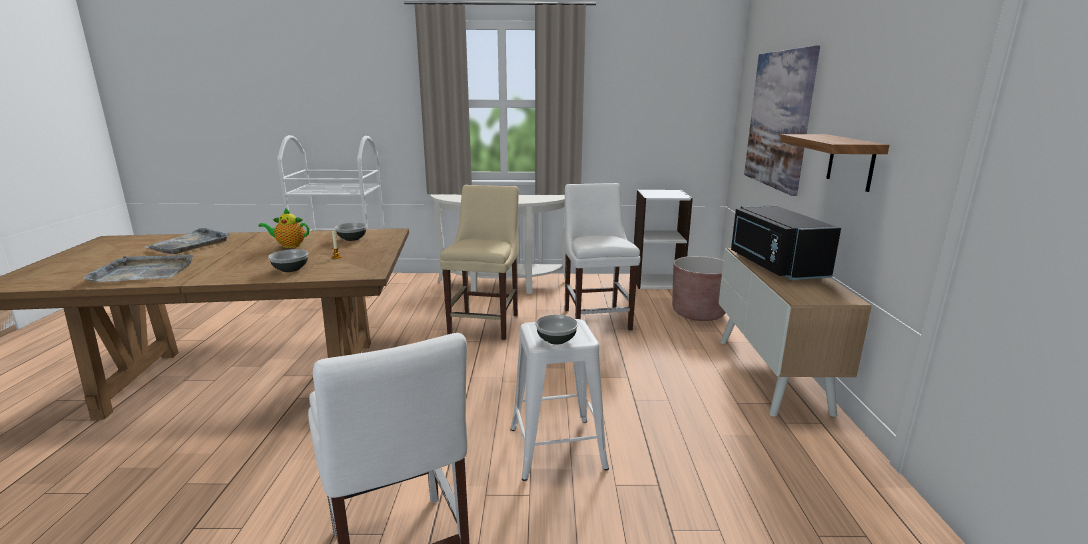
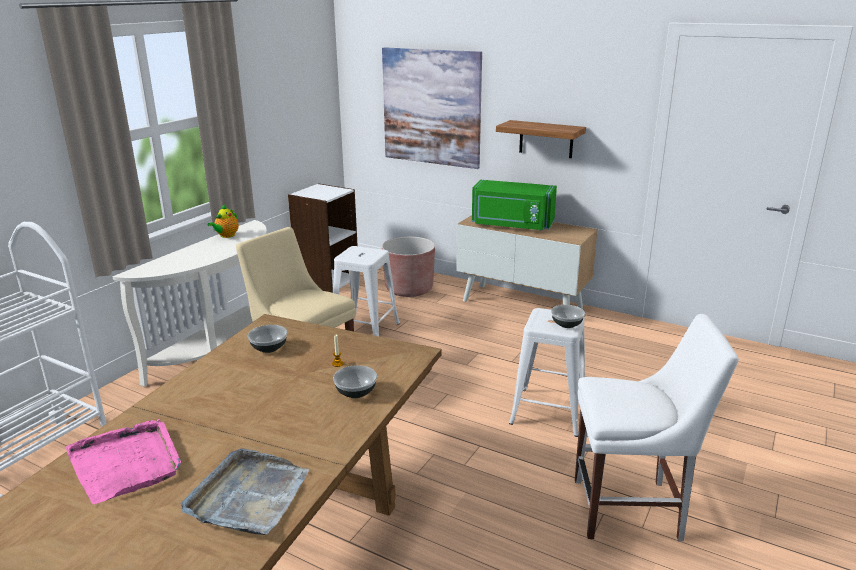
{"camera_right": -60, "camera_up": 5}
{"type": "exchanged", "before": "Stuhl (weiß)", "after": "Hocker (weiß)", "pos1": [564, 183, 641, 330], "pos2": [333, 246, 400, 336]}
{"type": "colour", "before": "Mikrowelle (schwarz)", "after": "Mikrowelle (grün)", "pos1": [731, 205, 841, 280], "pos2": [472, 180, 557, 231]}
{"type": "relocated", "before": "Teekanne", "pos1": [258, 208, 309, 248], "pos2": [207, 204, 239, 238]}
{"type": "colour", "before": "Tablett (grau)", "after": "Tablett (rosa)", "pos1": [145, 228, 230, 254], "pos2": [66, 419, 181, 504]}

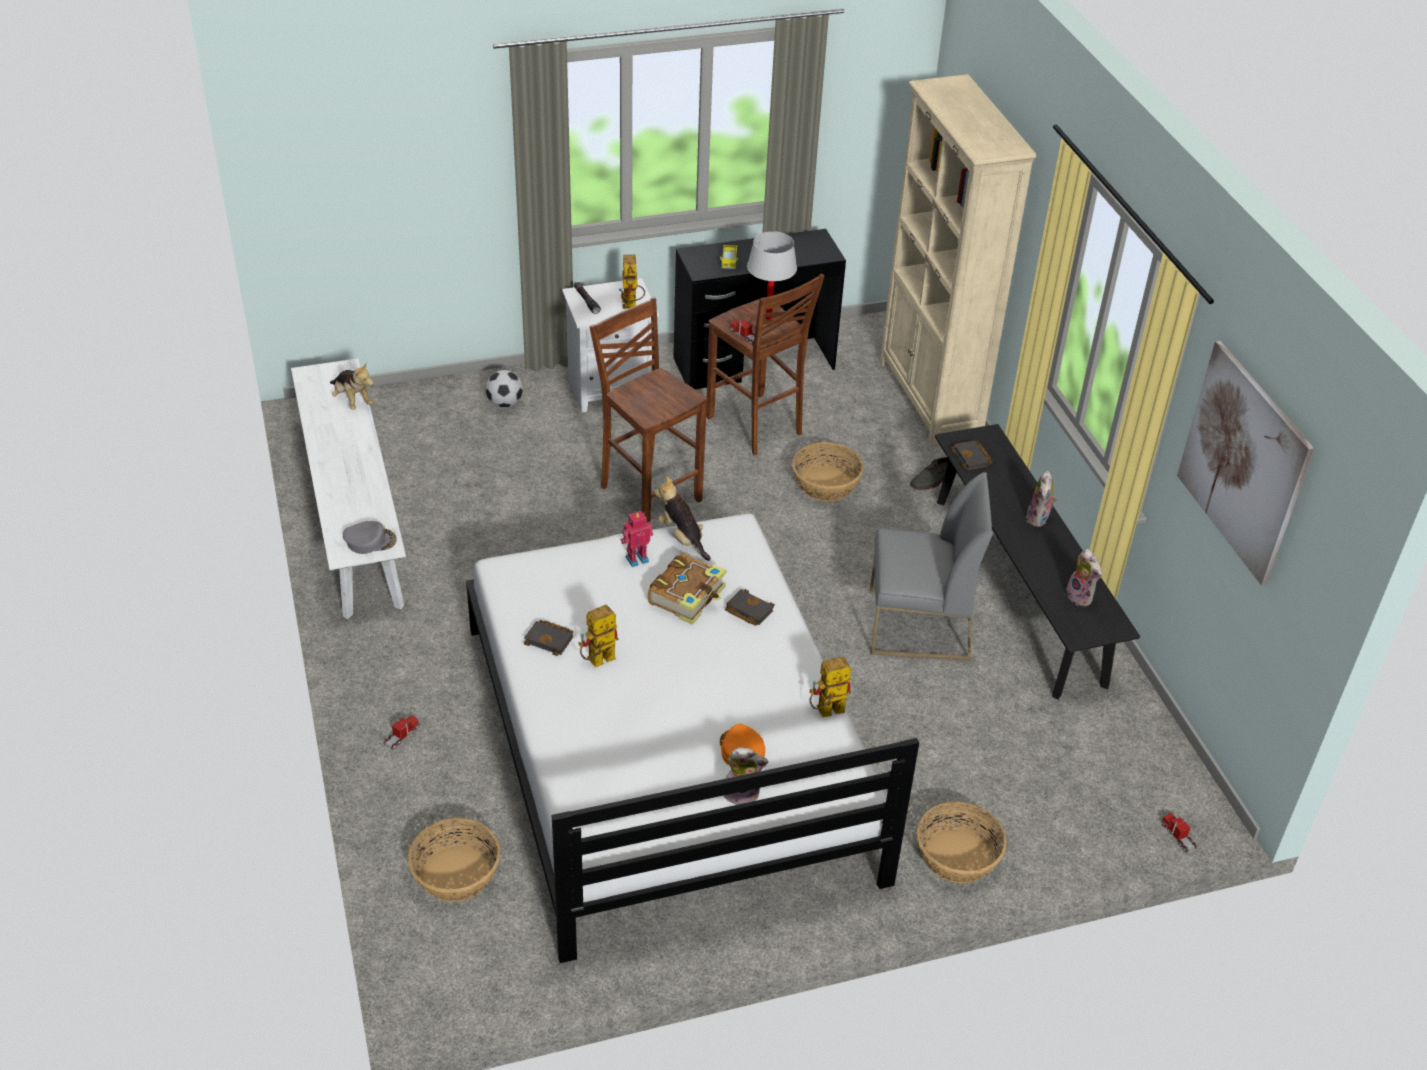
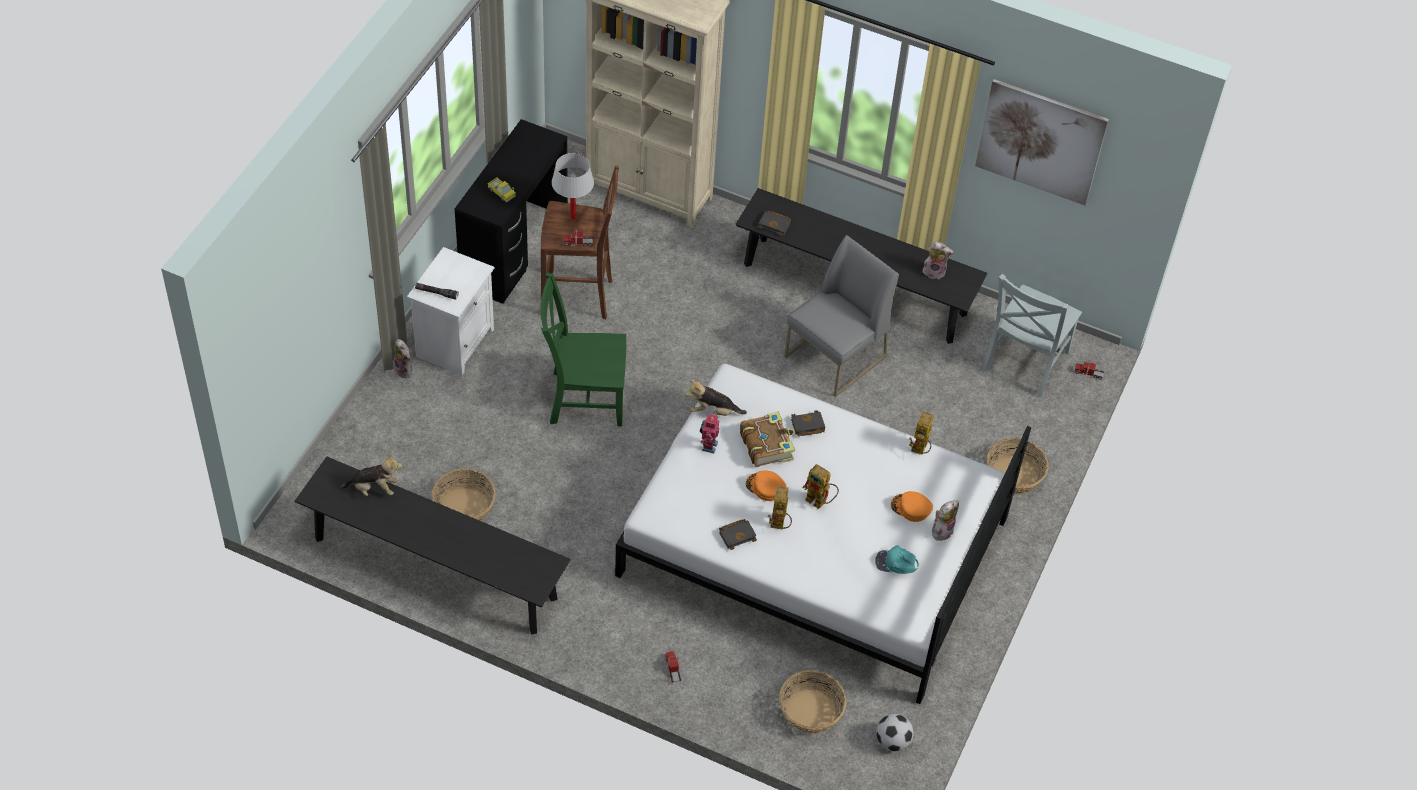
{"camera_right": -50, "camera_up": 10}
{"type": "relocated", "before": "Spielzeugroboter", "pos1": [619, 255, 645, 309], "pos2": [802, 464, 839, 509]}
{"type": "exchanged", "before": "Hocker (braun)", "after": "Stuhl (grün)", "pos1": [590, 298, 707, 523], "pos2": [541, 272, 626, 426]}
{"type": "colour", "before": "Bank (weiß)", "after": "Bank (schwarz)", "pos1": [291, 358, 406, 619], "pos2": [295, 457, 571, 634]}
{"type": "relocated", "before": "Fußball", "pos1": [485, 370, 523, 407], "pos2": [876, 714, 914, 751]}
{"type": "relocated", "before": "Korb", "pos1": [792, 442, 864, 501], "pos2": [432, 468, 496, 521]}
{"type": "missing", "before": "Schuh (grau)", "pos1": [910, 457, 949, 490]}
{"type": "relocated", "before": "Plüschtier", "pos1": [1026, 471, 1057, 527], "pos2": [393, 339, 413, 378]}
{"type": "missing", "before": "Kappe (grau)", "pos1": [343, 521, 397, 554]}
{"type": "appeared", "after": "Stuhl (grau)", "pos2": [982, 274, 1082, 398]}
{"type": "appeared", "after": "Kappe (orange)", "pos2": [746, 470, 787, 501]}
{"type": "appeared", "after": "Kappe (türkis)", "pos2": [875, 545, 919, 574]}

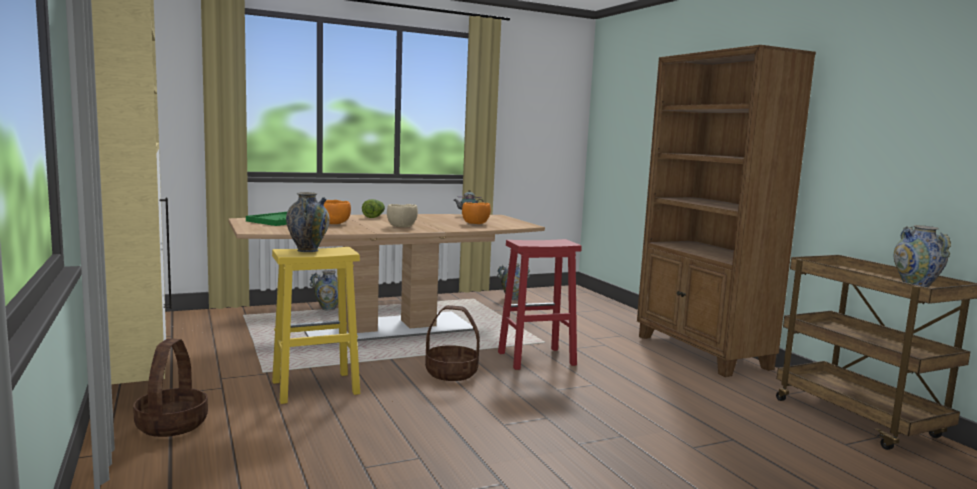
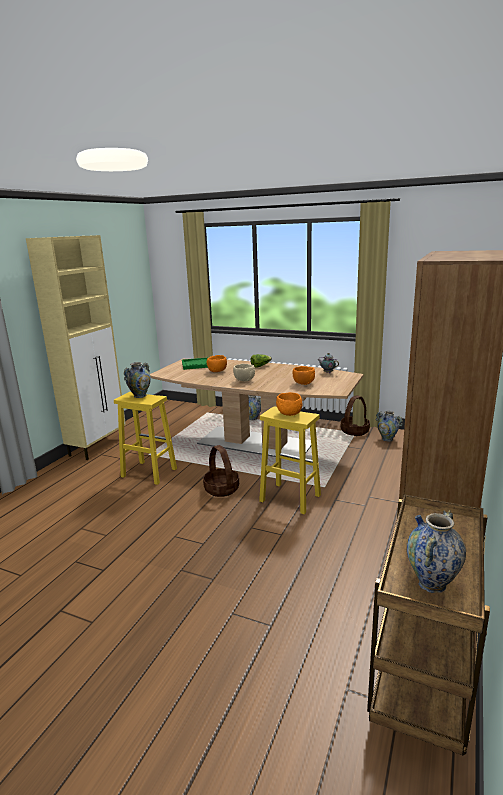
{"camera_right": 50, "camera_up": 10}
{"type": "colour", "before": "Hocker (rot)", "after": "Hocker (gelb)", "pos1": [498, 239, 581, 370], "pos2": [259, 406, 321, 514]}
{"type": "relocated", "before": "Korb", "pos1": [133, 339, 208, 437], "pos2": [341, 395, 370, 436]}
{"type": "appeared", "after": "Schüssel (orange)", "pos2": [276, 392, 302, 416]}

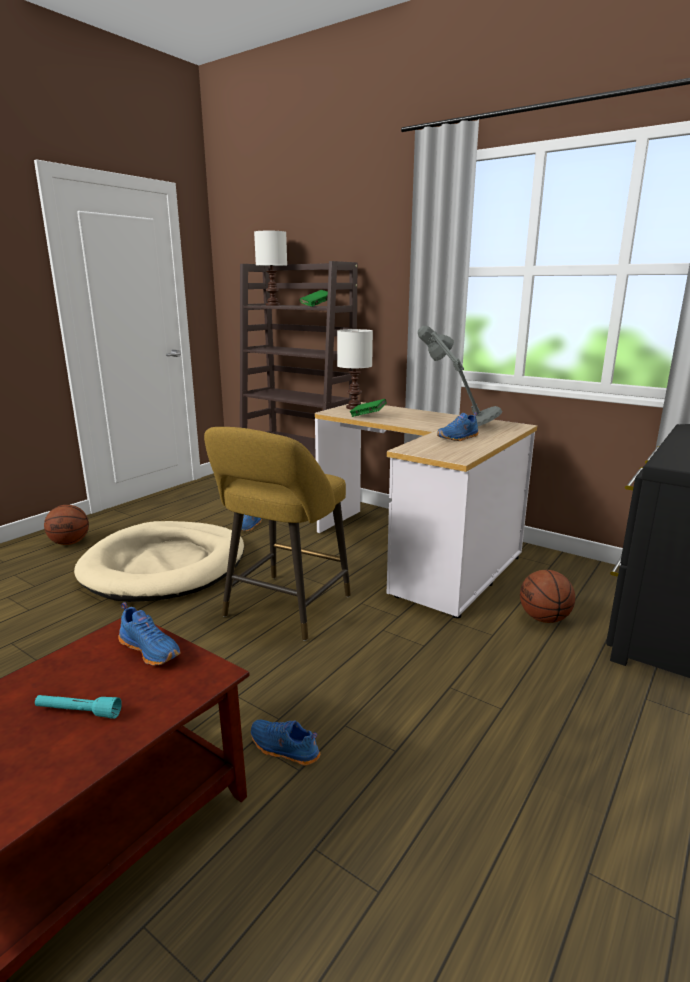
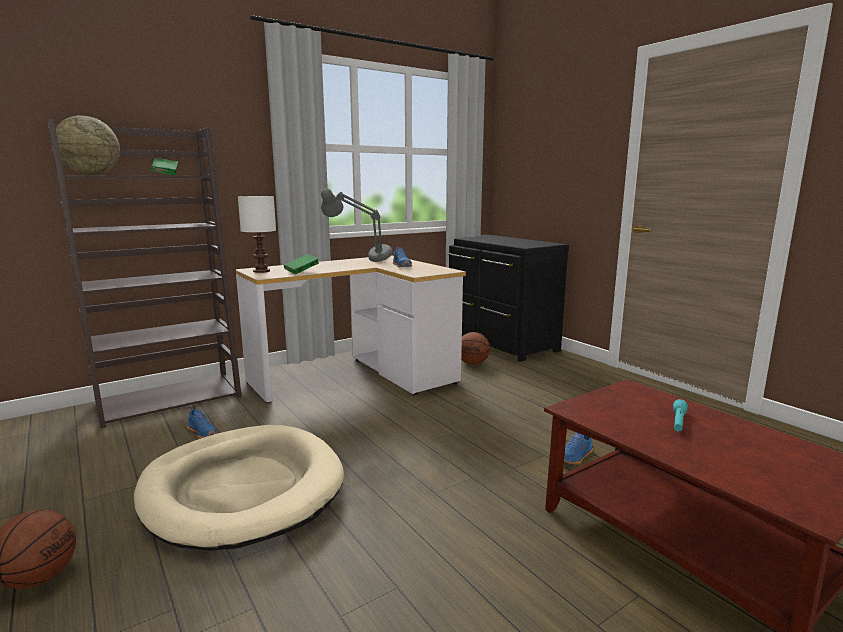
{"camera_right": -70, "camera_up": -5}
{"type": "exchanged", "before": "Tischlampe (weiß)", "after": "Globus", "pos1": [254, 231, 287, 306], "pos2": [56, 115, 120, 175]}
{"type": "missing", "before": "Hocker (gelb)", "pos1": [204, 427, 351, 641]}
{"type": "missing", "before": "Schuh (blau)", "pos1": [118, 602, 181, 666]}

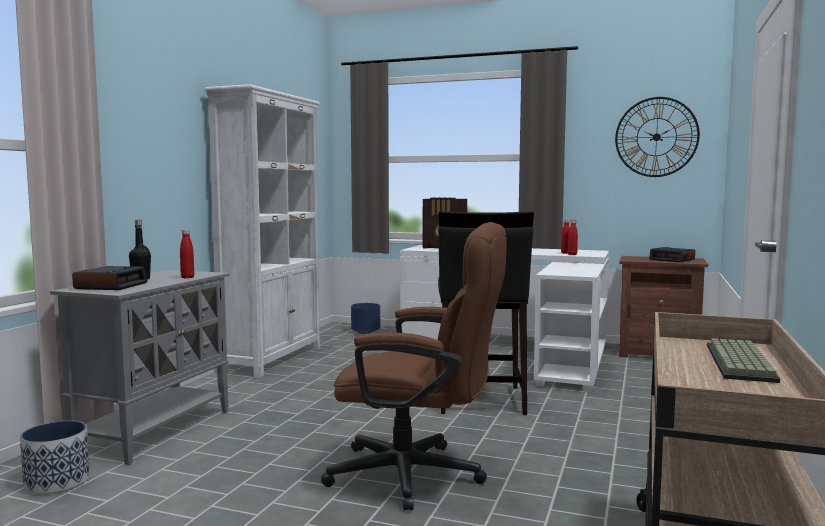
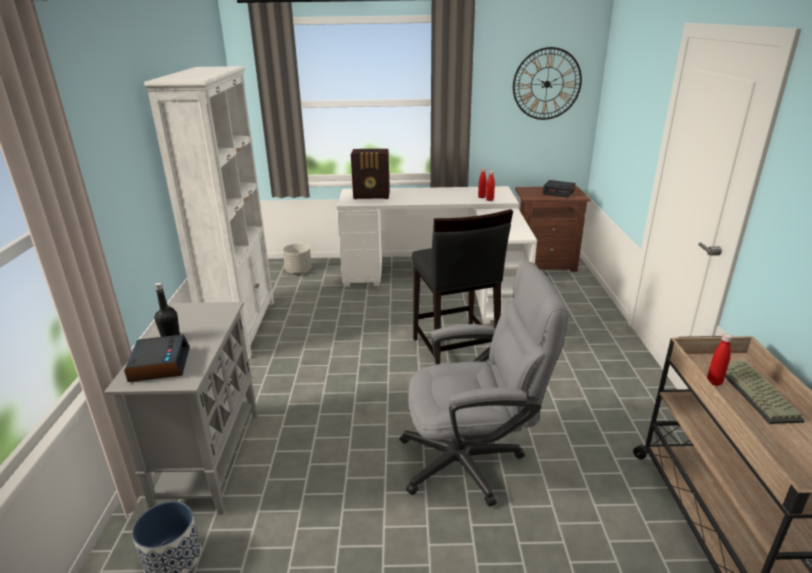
{"camera_right": -20, "camera_up": 20}
{"type": "colour", "before": "Bürostuhl (braun)", "after": "Bürostuhl (grau)", "pos1": [321, 222, 507, 510], "pos2": [399, 262, 568, 507]}
{"type": "relocated", "before": "Flasche (rot)", "pos1": [180, 229, 194, 278], "pos2": [707, 333, 733, 386]}
{"type": "colour", "before": "Pflanzkübel (blau)", "after": "Pflanzkübel (grau)", "pos1": [351, 303, 380, 334], "pos2": [283, 243, 312, 274]}

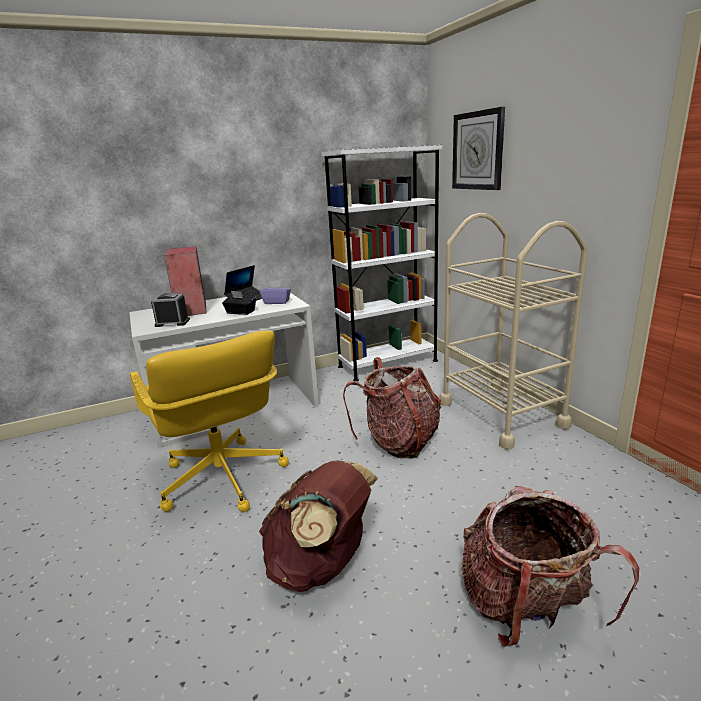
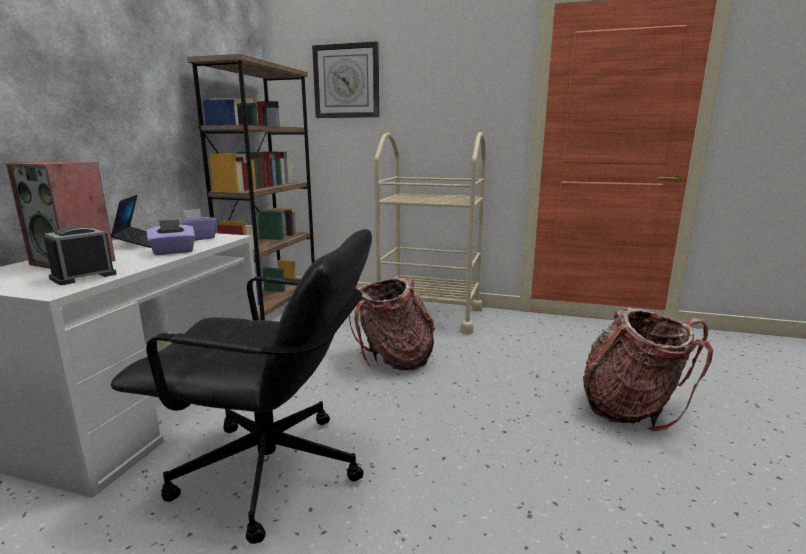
{"camera_right": -50, "camera_up": -5}
{"type": "colour", "before": "Bücherregal (weiß)", "after": "Bücherregal (braun)", "pos1": [321, 145, 442, 381], "pos2": [187, 54, 315, 320]}
{"type": "colour", "before": "Taschentuchbox (schwarz)", "after": "Taschentuchbox (lila)", "pos1": [222, 291, 256, 315], "pos2": [146, 219, 195, 255]}
{"type": "colour", "before": "Bürostuhl (gelb)", "after": "Bürostuhl (schwarz)", "pos1": [130, 330, 289, 512], "pos2": [111, 229, 372, 544]}
{"type": "missing", "before": "Rucksack (braun)", "pos1": [259, 460, 378, 592]}

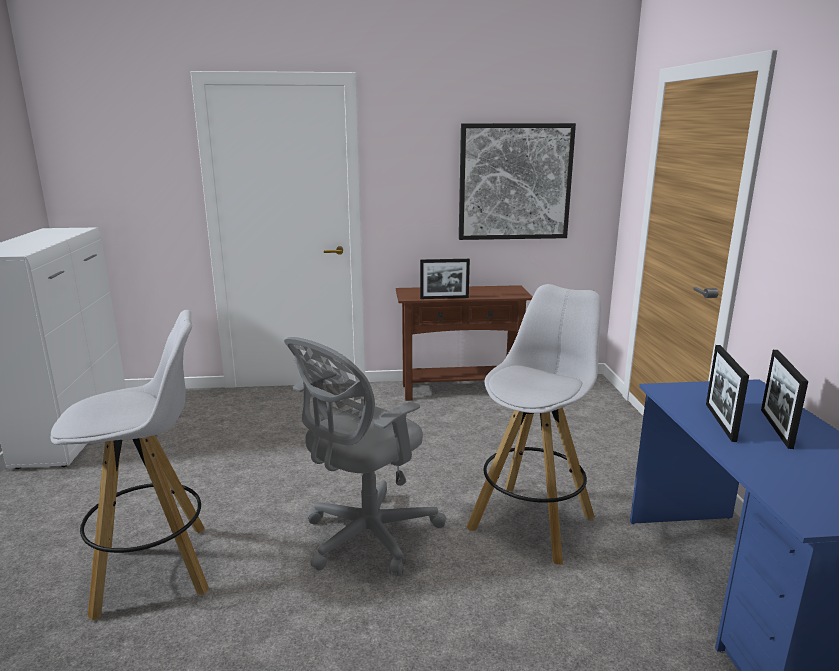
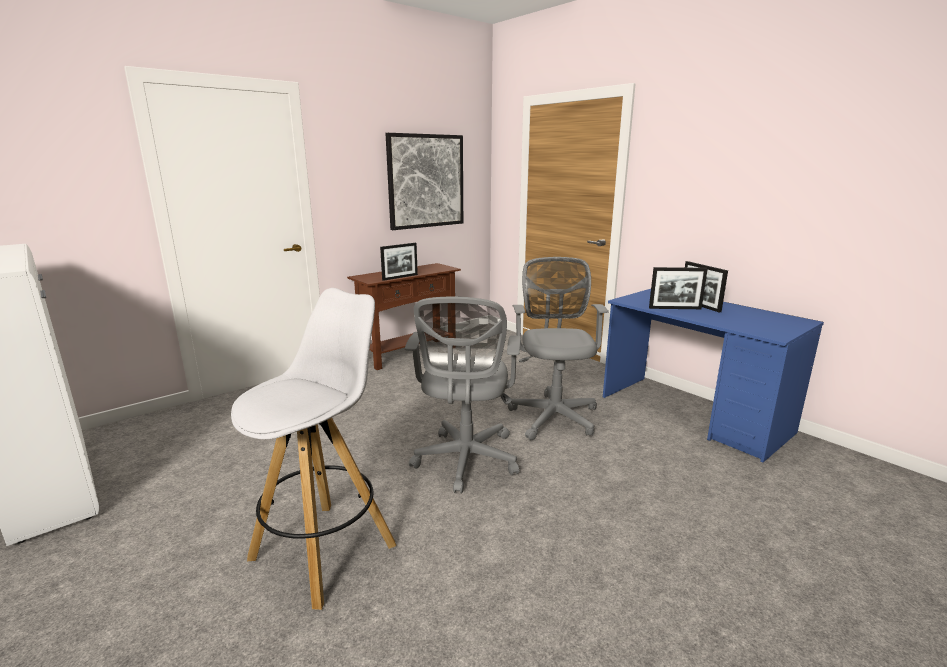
{"camera_right": -35, "camera_up": 0}
{"type": "exchanged", "before": "Hocker (weiß)", "after": "Bürostuhl (grau)", "pos1": [466, 284, 601, 565], "pos2": [508, 257, 609, 440]}
{"type": "spun", "before": "Bilderrahmen", "pos1": [706, 345, 749, 442], "pos2": [649, 267, 708, 309], "turn": -60}

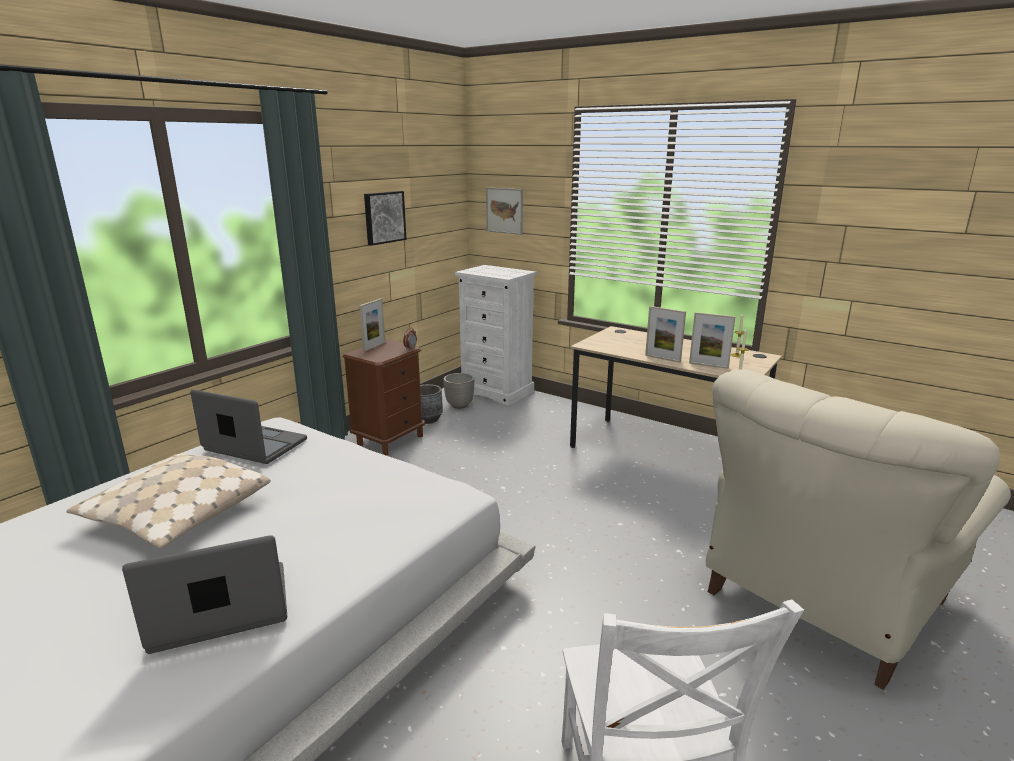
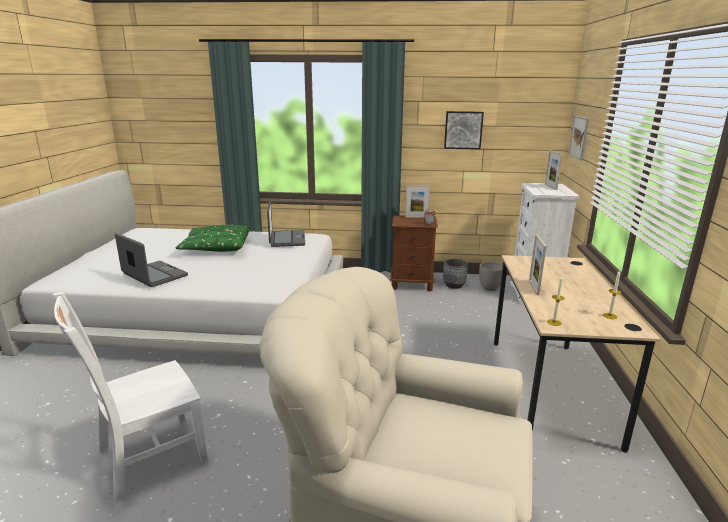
{"camera_right": 60, "camera_up": 0}
{"type": "relocated", "before": "Bilderrahmen", "pos1": [689, 312, 736, 369], "pos2": [545, 151, 563, 190]}
{"type": "colour", "before": "Kissen (beige)", "after": "Kissen (grün)", "pos1": [66, 454, 271, 548], "pos2": [176, 225, 250, 252]}

